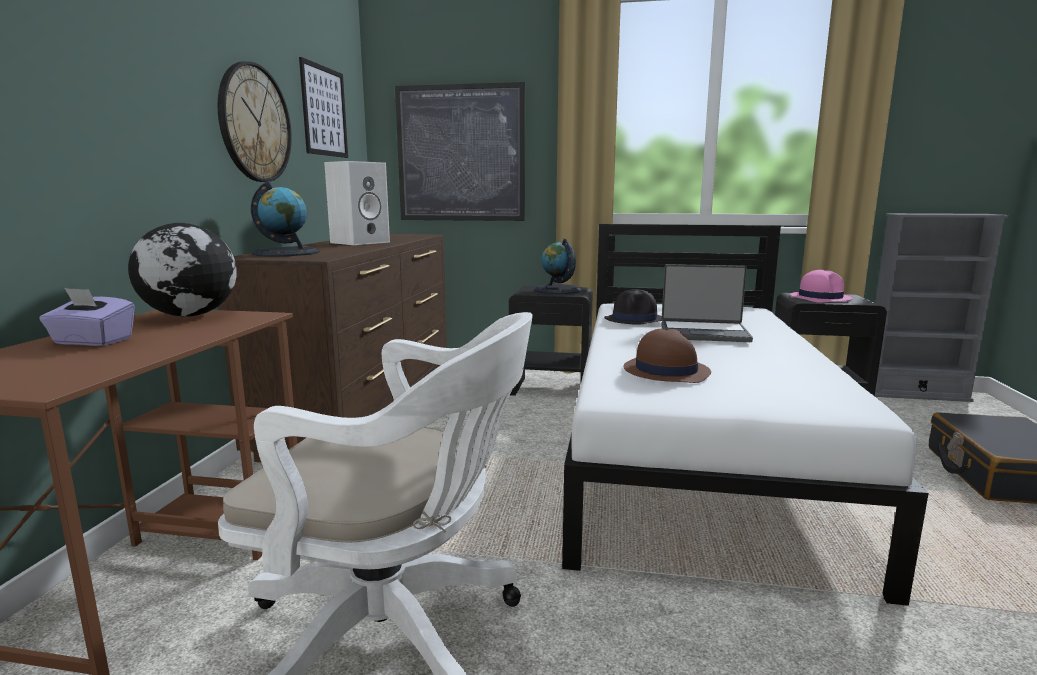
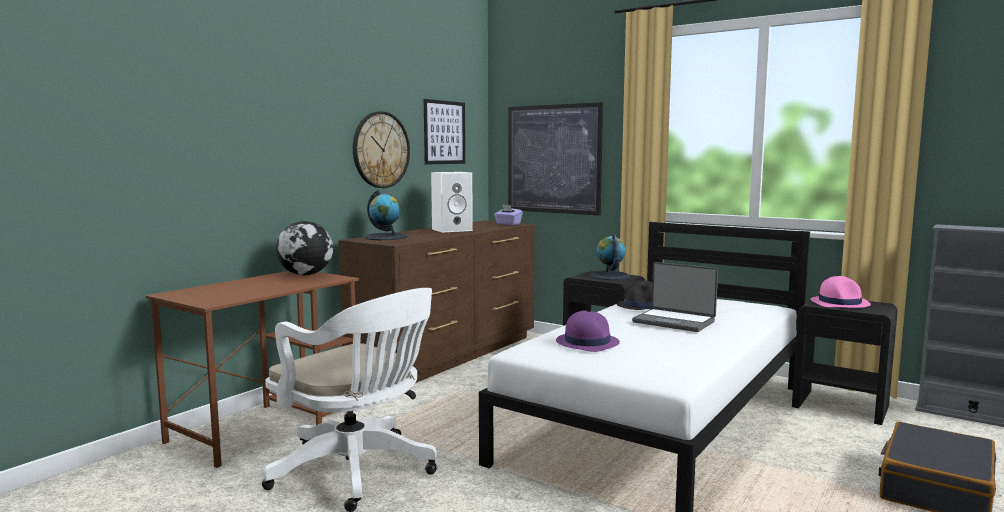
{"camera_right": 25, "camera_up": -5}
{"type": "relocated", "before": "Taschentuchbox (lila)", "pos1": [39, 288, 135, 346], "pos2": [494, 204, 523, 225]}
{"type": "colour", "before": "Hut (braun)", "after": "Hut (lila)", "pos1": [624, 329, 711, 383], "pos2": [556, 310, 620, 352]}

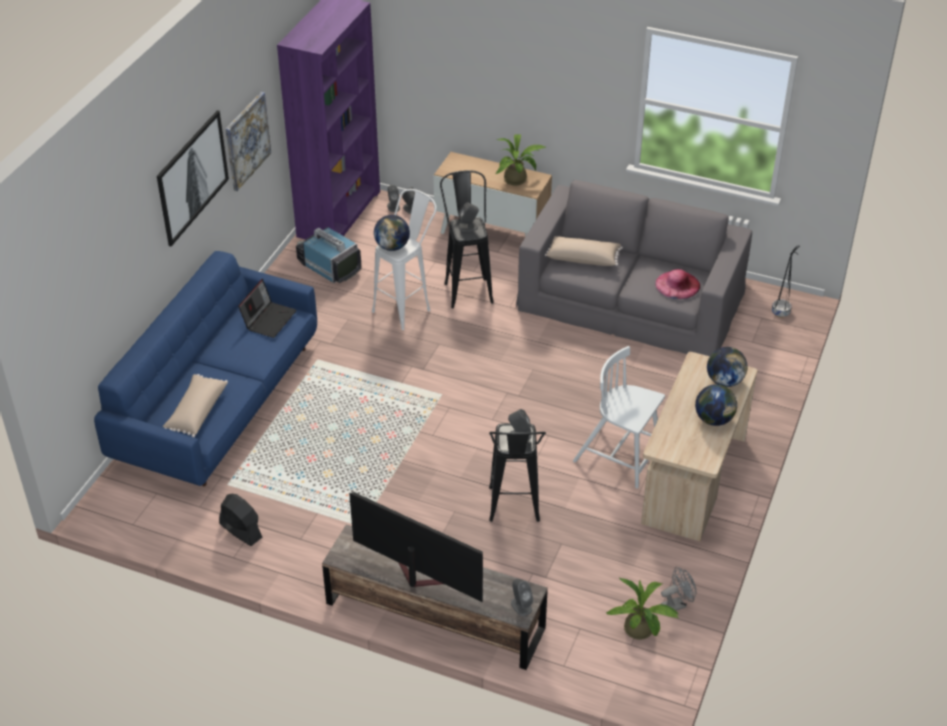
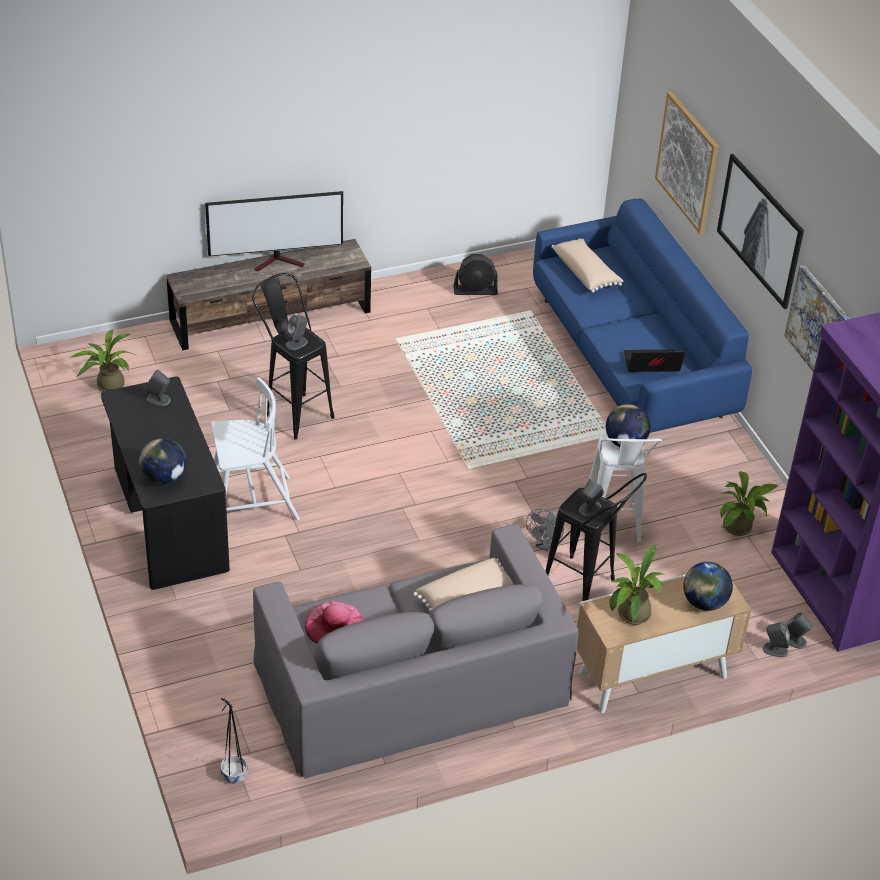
{"camera_right": 135, "camera_up": 0}
{"type": "exchanged", "before": "Fernseher", "after": "Topfpflanze", "pos1": [296, 227, 361, 283], "pos2": [720, 471, 778, 536]}
{"type": "spun", "before": "Laptop", "pos1": [238, 279, 297, 338], "pos2": [624, 349, 686, 372], "turn": 105}
{"type": "colour", "before": "Schreibtisch (beige)", "after": "Schreibtisch (schwarz)", "pos1": [641, 352, 758, 541], "pos2": [101, 377, 230, 590]}
{"type": "relocated", "before": "Globus", "pos1": [695, 384, 737, 426], "pos2": [683, 562, 733, 611]}
{"type": "relocated", "before": "Ventilator (grau)", "pos1": [661, 567, 697, 611], "pos2": [526, 509, 564, 551]}
{"type": "relocated", "before": "Lautsprecher (grau)", "pos1": [511, 579, 533, 616], "pos2": [145, 370, 171, 406]}
{"type": "appeared", "after": "Bild", "pos2": [655, 92, 719, 234]}

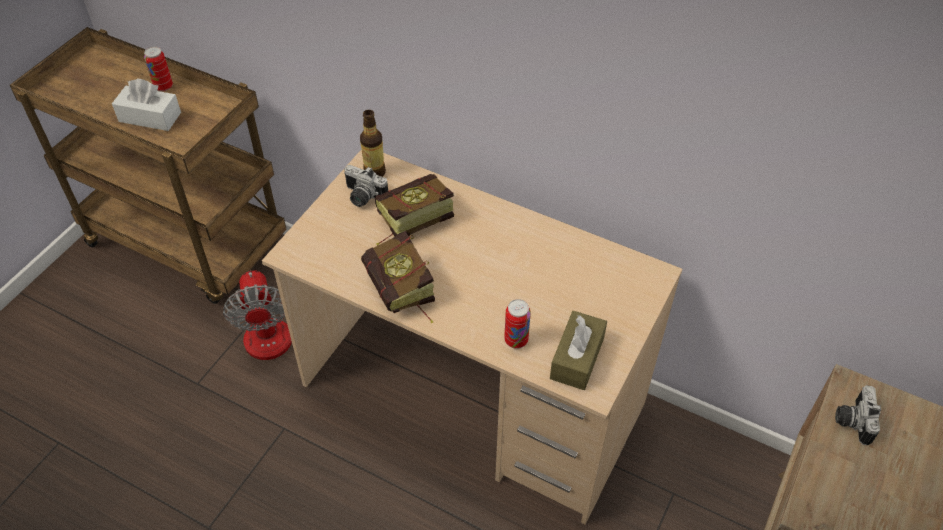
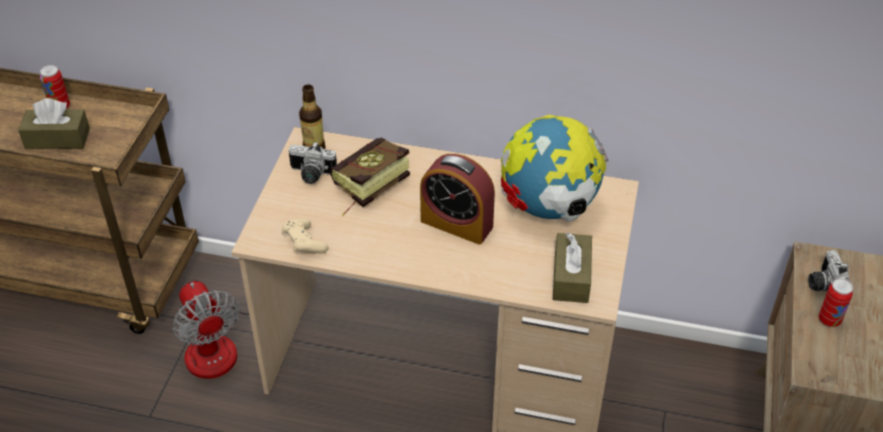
{"camera_right": -15, "camera_up": -5}
{"type": "colour", "before": "Taschentuchbox (weiß)", "after": "Taschentuchbox (braun)", "pos1": [112, 79, 181, 131], "pos2": [18, 98, 90, 149]}
{"type": "missing", "before": "Buch", "pos1": [361, 231, 435, 323]}
{"type": "relocated", "before": "Dose", "pos1": [504, 299, 531, 349], "pos2": [819, 278, 853, 327]}
{"type": "appeared", "after": "Globus", "pos2": [501, 115, 609, 222]}
{"type": "appeared", "after": "Wecker", "pos2": [420, 154, 495, 245]}
{"type": "appeared", "after": "Gamepad (beige)", "pos2": [282, 219, 328, 254]}

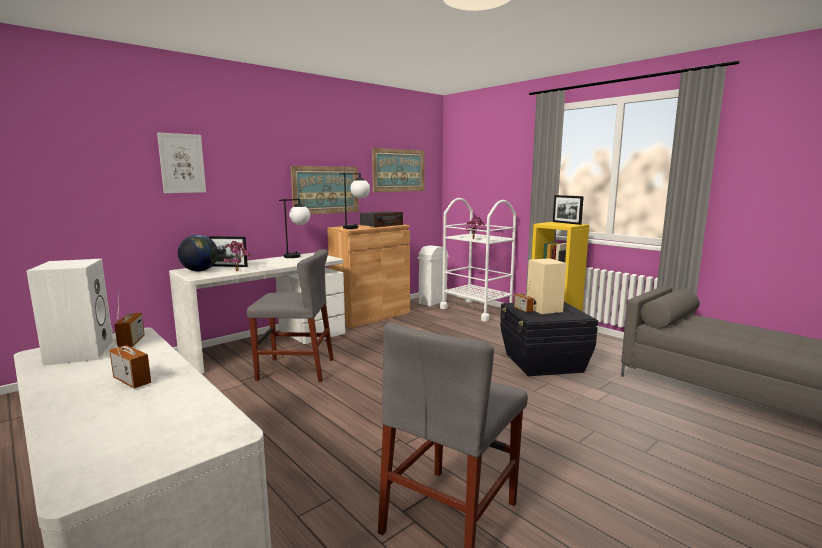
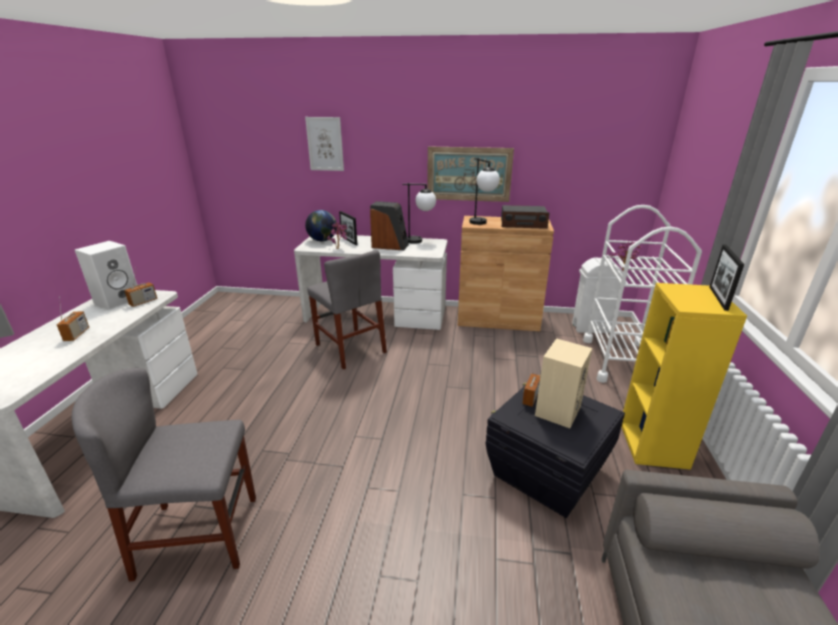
{"camera_right": 50, "camera_up": 15}
{"type": "missing", "before": "Bild", "pos1": [372, 148, 425, 192]}
{"type": "appeared", "after": "Lautsprecher", "pos2": [370, 201, 409, 250]}

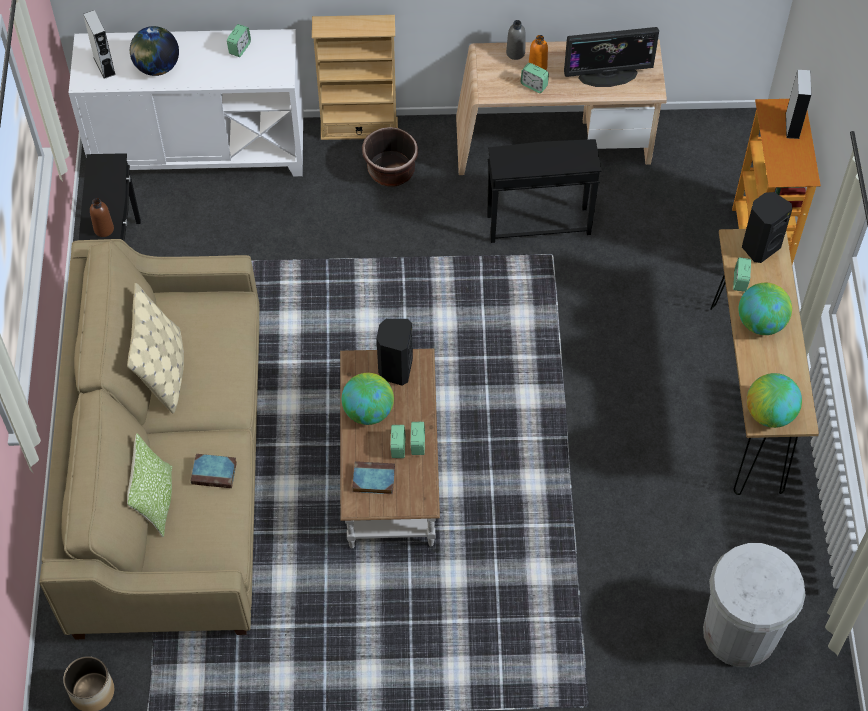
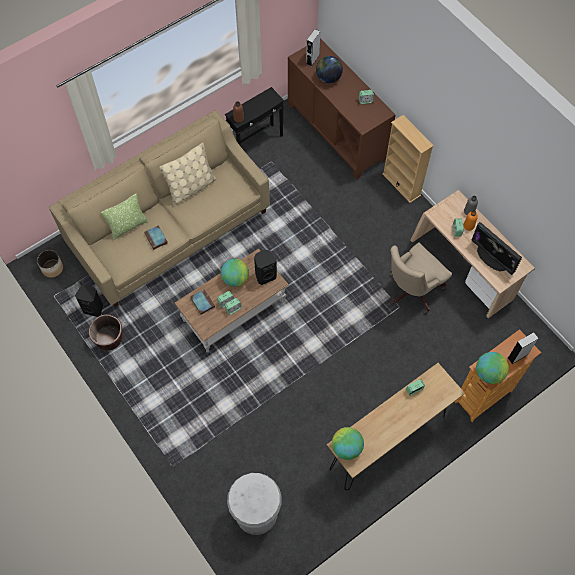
{"camera_right": 55, "camera_up": 5}
{"type": "colour", "before": "Schrank (weiß)", "after": "Schrank (braun)", "pos1": [68, 29, 303, 176], "pos2": [288, 38, 396, 179]}
{"type": "relocated", "before": "Pflanzkübel (braun)", "pos1": [362, 127, 418, 187], "pos2": [89, 314, 123, 351]}
{"type": "exchanged", "before": "Beistelltisch (schwarz)", "after": "Bürostuhl (beige)", "pos1": [487, 139, 601, 243], "pos2": [390, 242, 452, 314]}
{"type": "relocated", "before": "Lautsprecher (schwarz)", "pos1": [742, 192, 792, 263], "pos2": [75, 285, 103, 317]}
{"type": "relocated", "before": "Globus", "pos1": [739, 283, 792, 335], "pos2": [476, 352, 509, 384]}

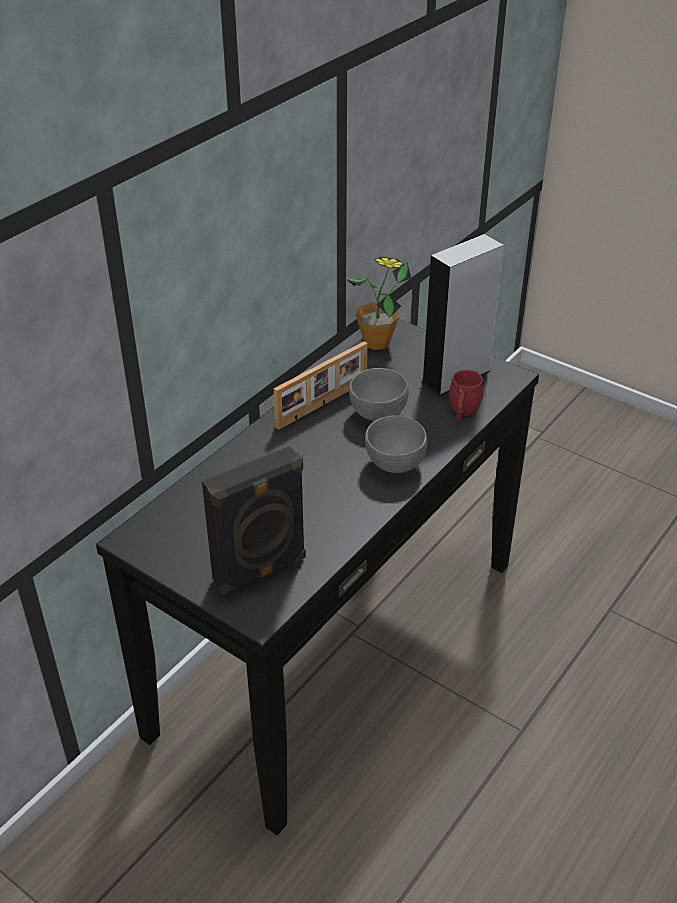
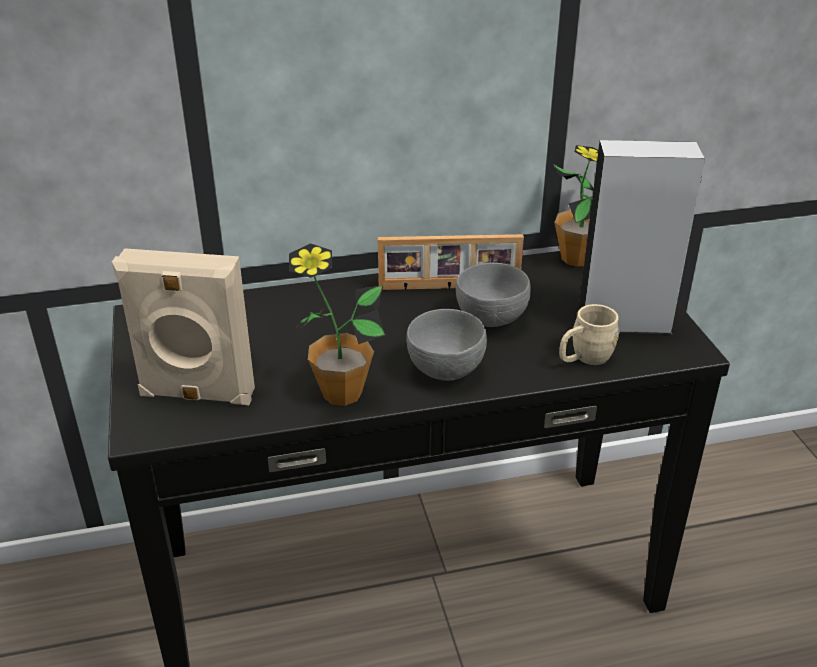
{"camera_right": 40, "camera_up": -5}
{"type": "colour", "before": "Henkelbecher (rot)", "after": "Henkelbecher (beige)", "pos1": [449, 370, 484, 420], "pos2": [559, 304, 619, 365]}
{"type": "colour", "before": "Lautsprecher (schwarz)", "after": "Lautsprecher (beige)", "pos1": [202, 446, 306, 594], "pos2": [112, 248, 255, 405]}
{"type": "appeared", "after": "Topfpflanze", "pos2": [289, 243, 385, 406]}

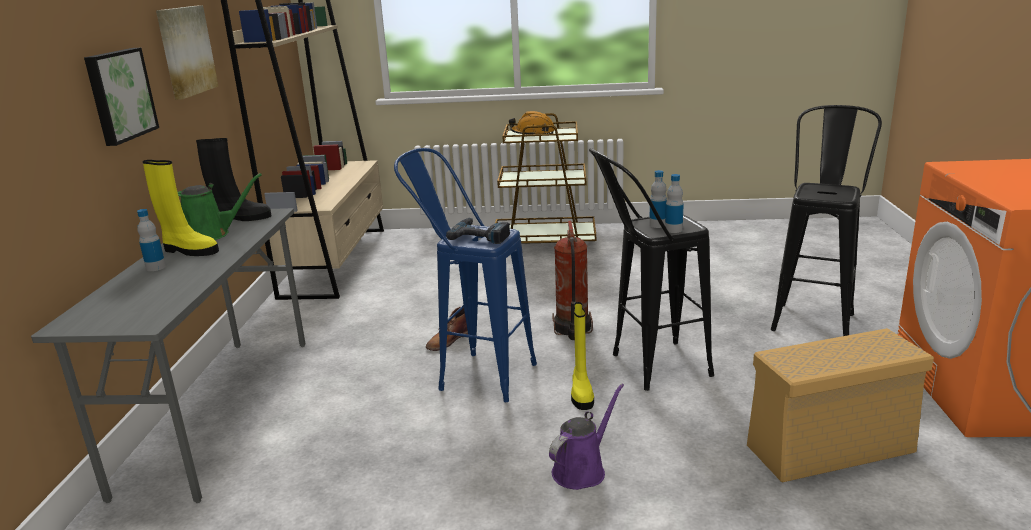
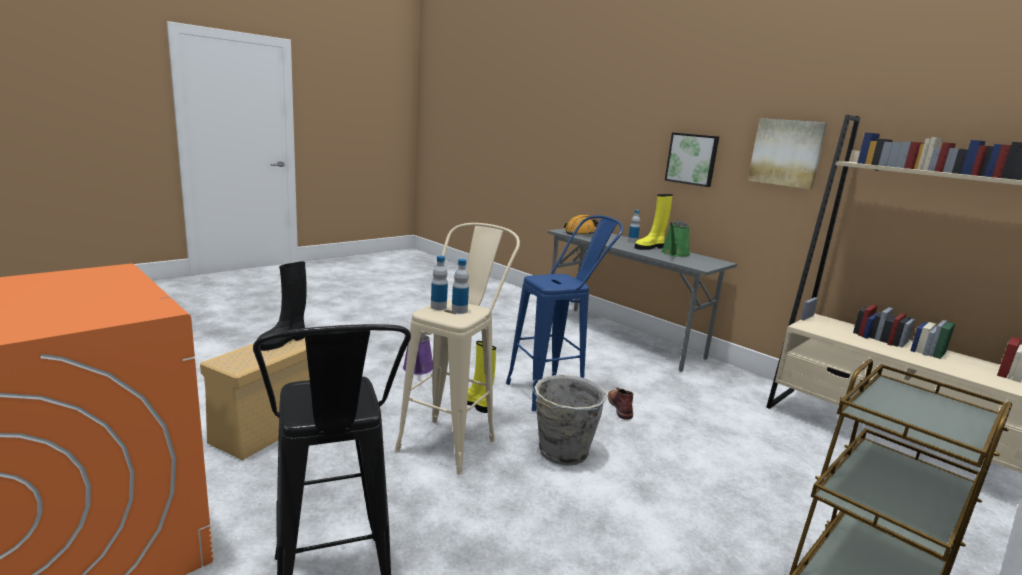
{"camera_right": 130, "camera_up": -5}
{"type": "relocated", "before": "Schutzhelm (orange)", "pos1": [509, 111, 555, 135], "pos2": [564, 215, 598, 235]}
{"type": "relocated", "before": "Stiefel (schwarz)", "pos1": [196, 138, 272, 221], "pos2": [258, 261, 307, 351]}
{"type": "colour", "before": "Hocker (schwarz)", "after": "Hocker (beige)", "pos1": [589, 148, 714, 391], "pos2": [395, 223, 520, 475]}
{"type": "missing", "before": "Bohrmaschine", "pos1": [446, 218, 510, 244]}
{"type": "exchanged", "before": "Feuerlöscher", "after": "Eimer (grau)", "pos1": [552, 220, 593, 340], "pos2": [531, 375, 607, 466]}

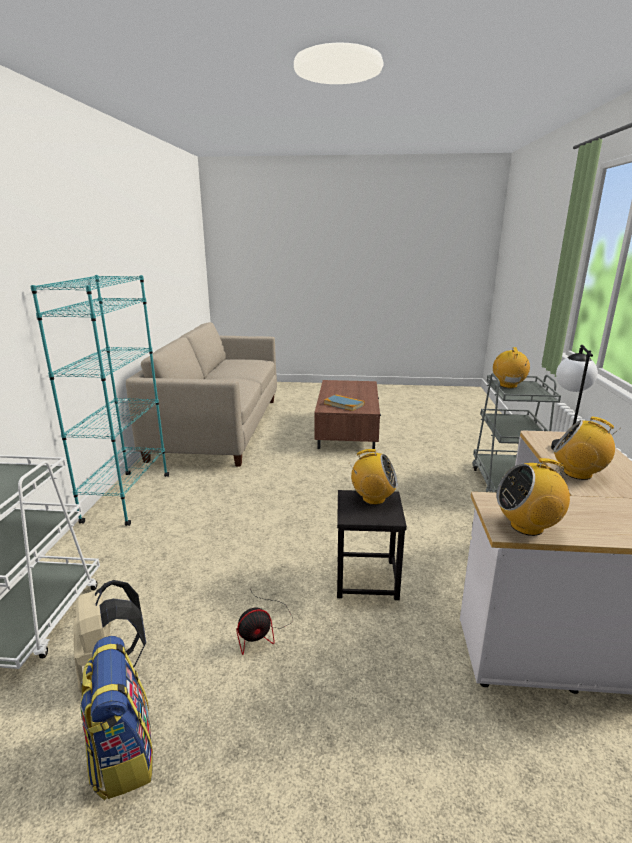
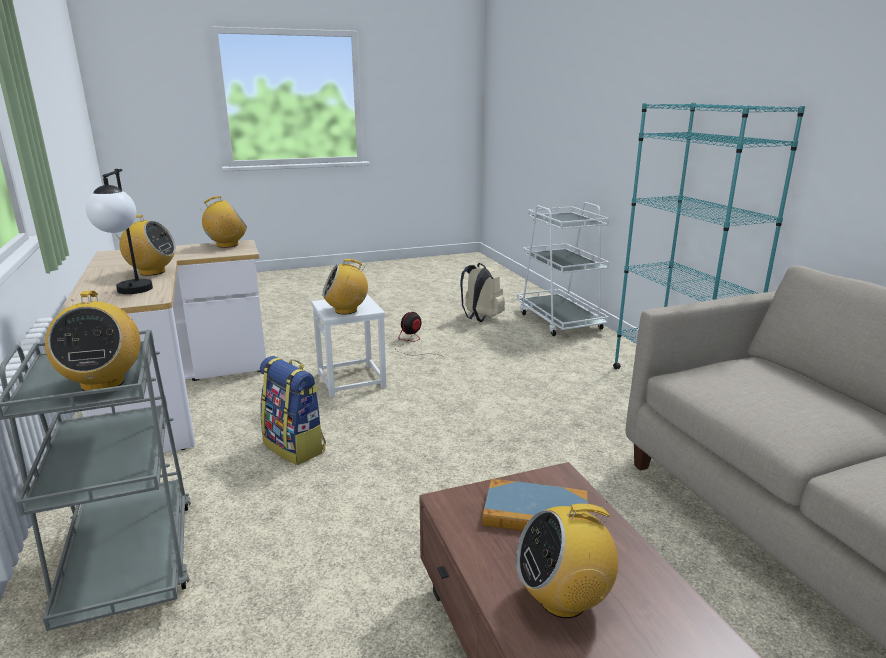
{"camera_right": 155, "camera_up": 0}
{"type": "colour", "before": "Hocker (schwarz)", "after": "Hocker (weiß)", "pos1": [337, 490, 407, 600], "pos2": [311, 294, 387, 397]}
{"type": "relocated", "before": "Rucksack", "pos1": [80, 636, 153, 800], "pos2": [260, 356, 326, 465]}
{"type": "appeared", "after": "Radio", "pos2": [516, 501, 618, 618]}

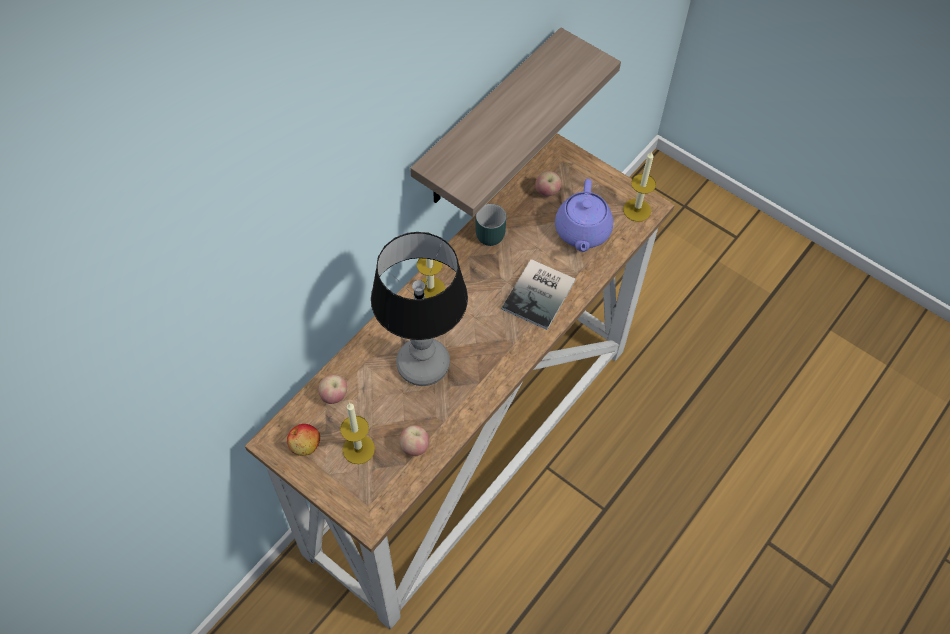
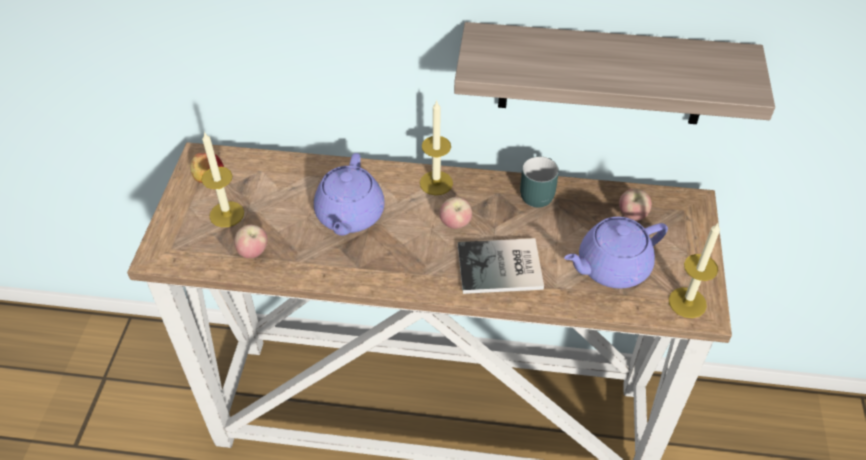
{"camera_right": 60, "camera_up": -10}
{"type": "exchanged", "before": "Tischlampe", "after": "Teekanne (lila)", "pos1": [371, 232, 468, 386], "pos2": [314, 153, 385, 235]}
{"type": "relocated", "before": "Apfel", "pos1": [318, 374, 347, 404], "pos2": [440, 197, 472, 229]}

